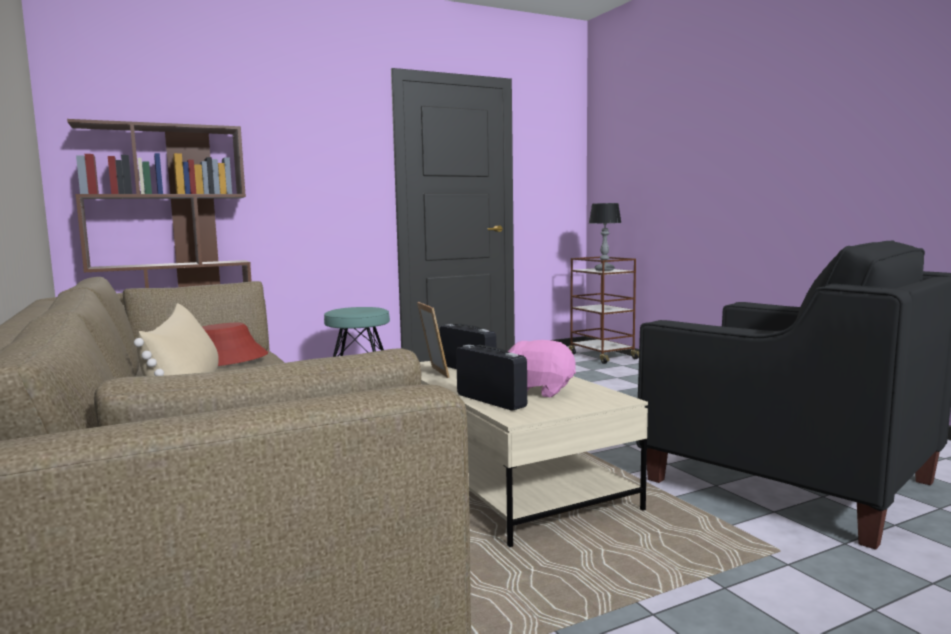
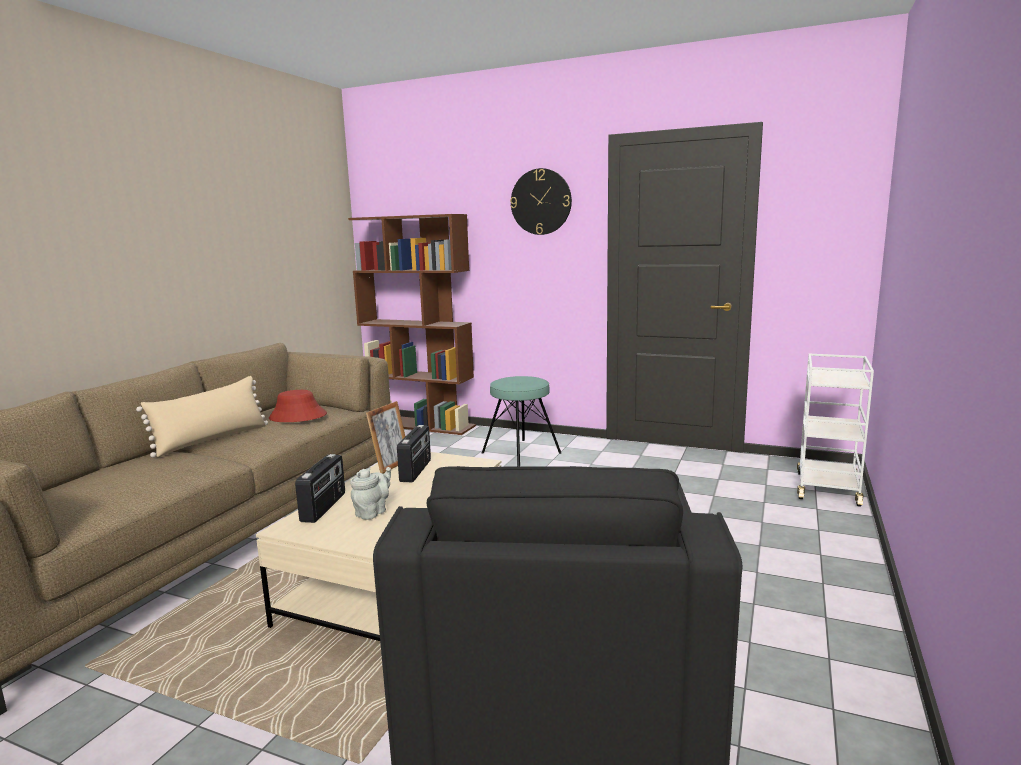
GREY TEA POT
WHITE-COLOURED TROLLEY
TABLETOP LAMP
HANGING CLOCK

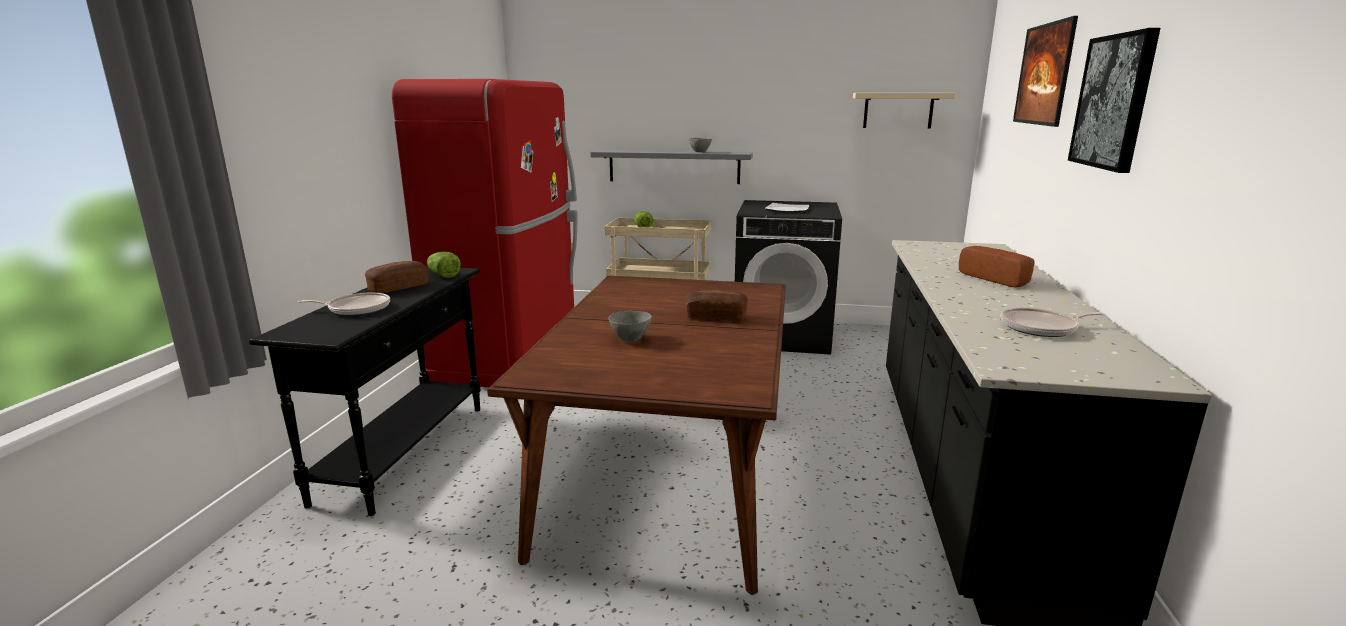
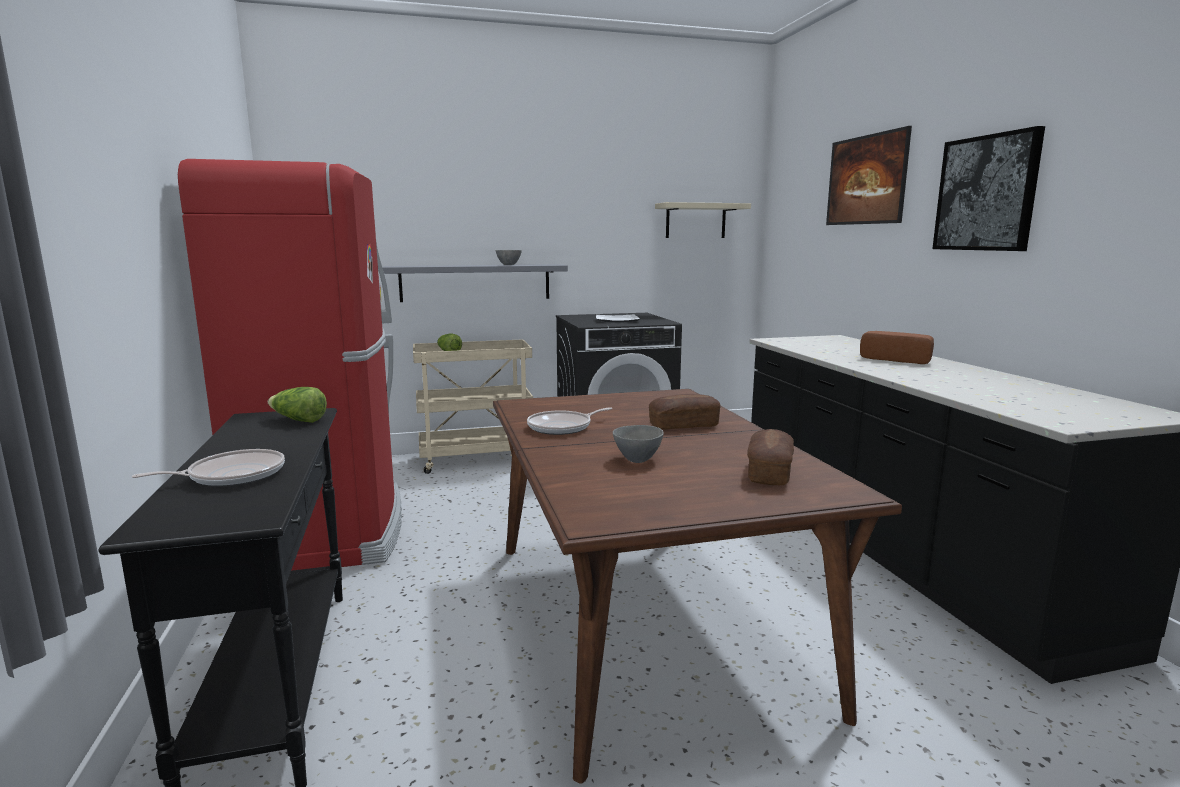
BAKED BREAD (2nd from left)
SKILLET (2nd from left)

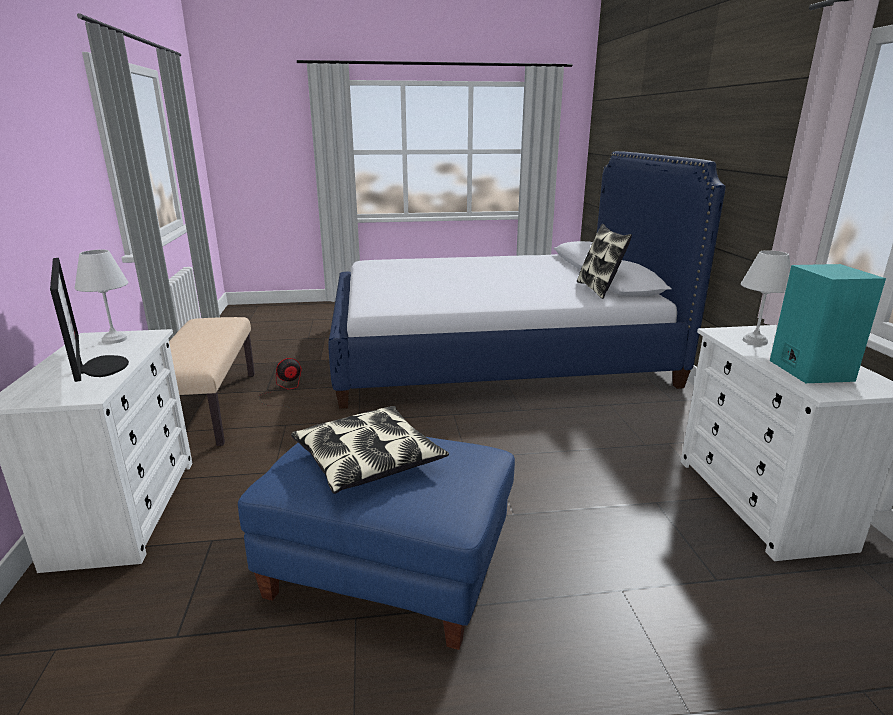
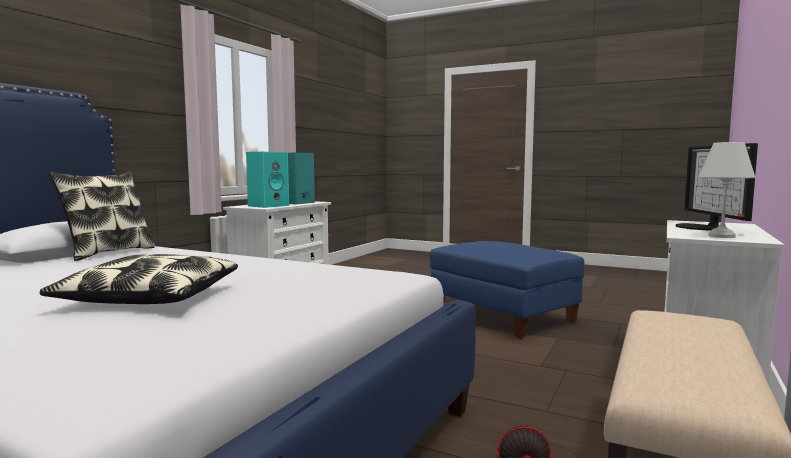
THROW PILLOW (2nd from left)
BLUE-GREEN LOUDSPEAKER (1st from left)

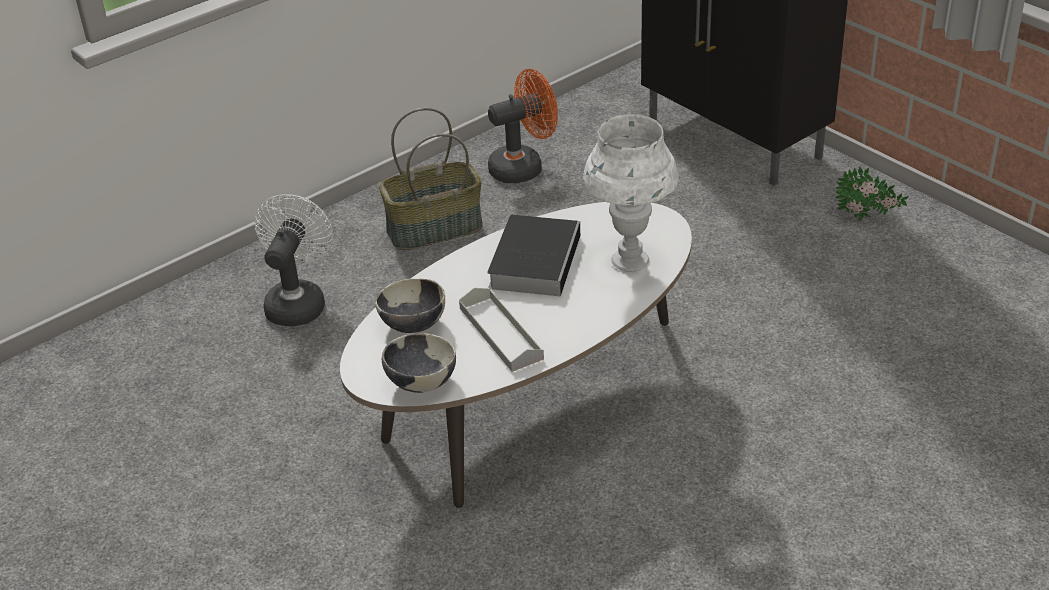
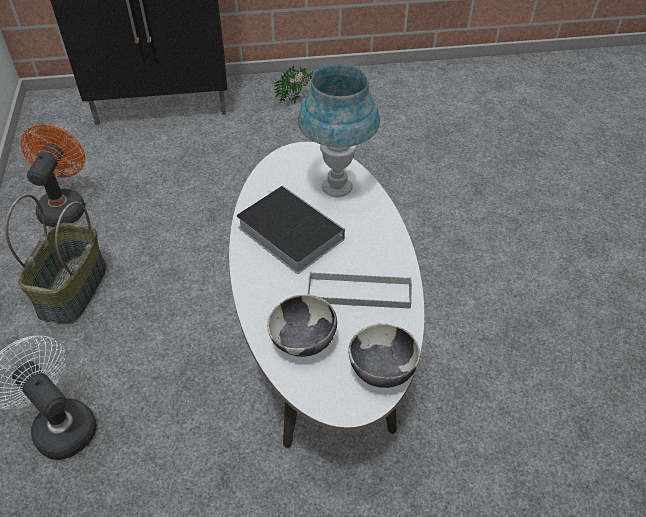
BLUISH TABLETOP LAMP

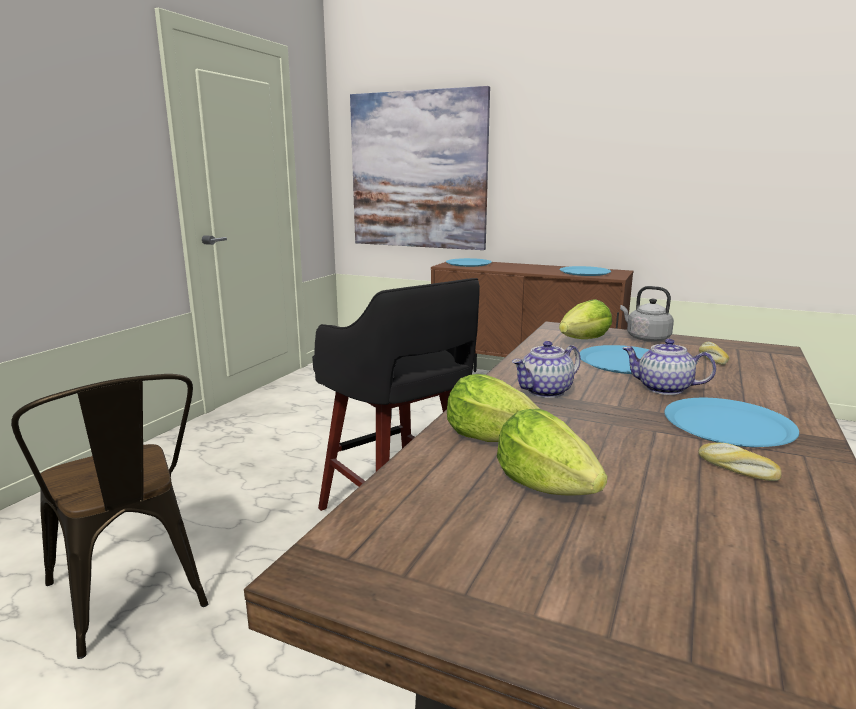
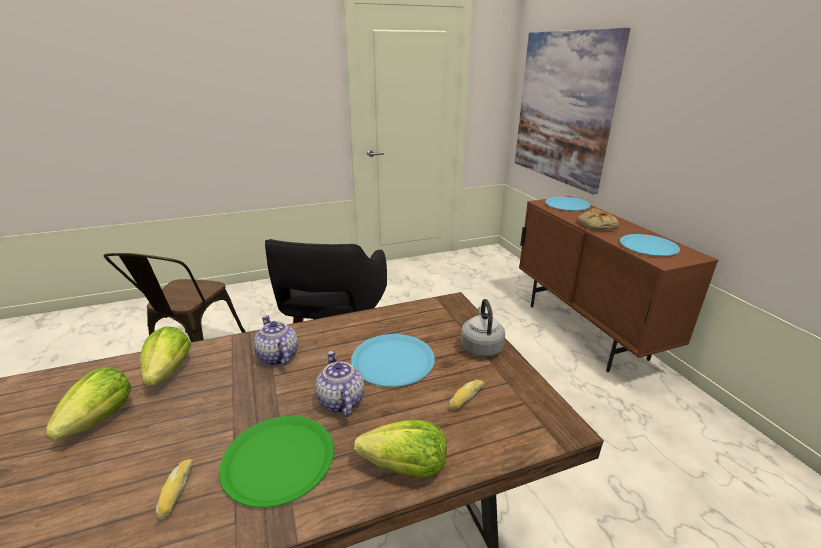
TEA POT (1st from left)
LETTUCE HEAD (3rd from left)
GREEN-COLOURED PLATE
BAKED BREAD (3rd from left)

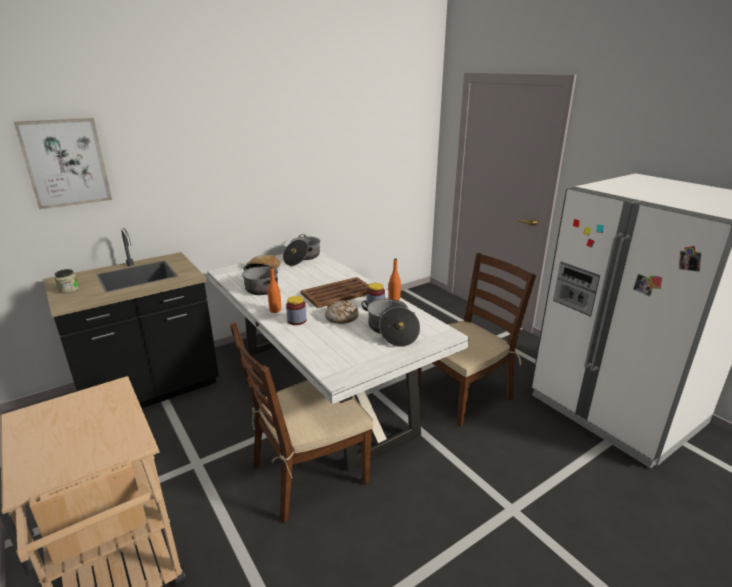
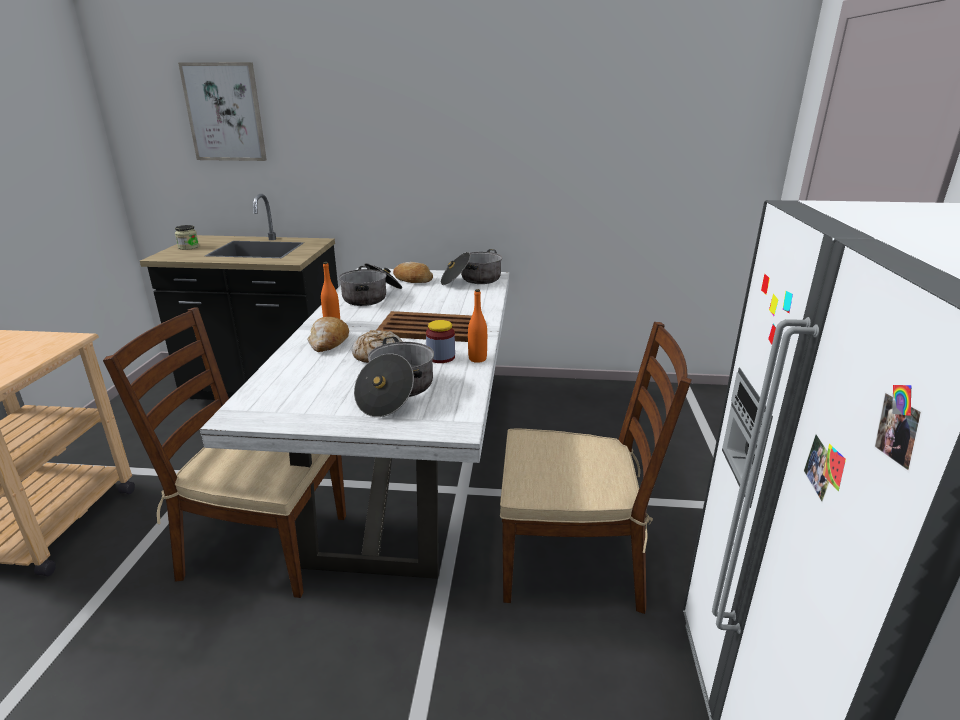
BAKED BREAD (1st from left)

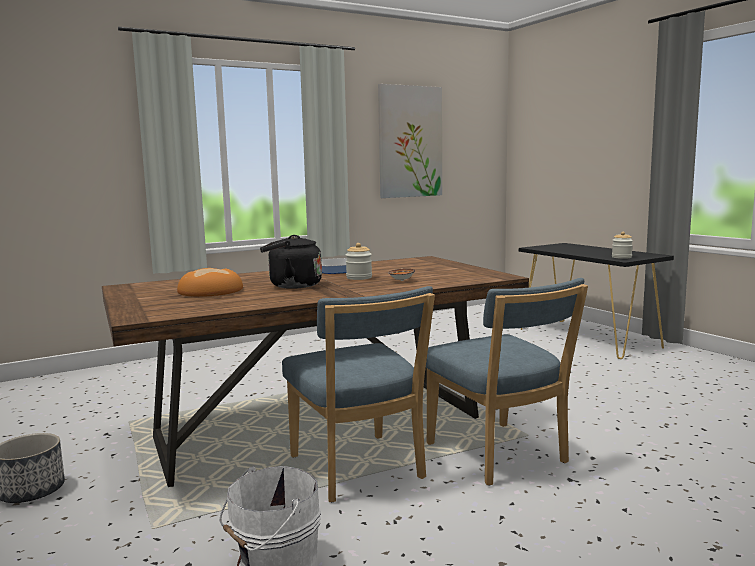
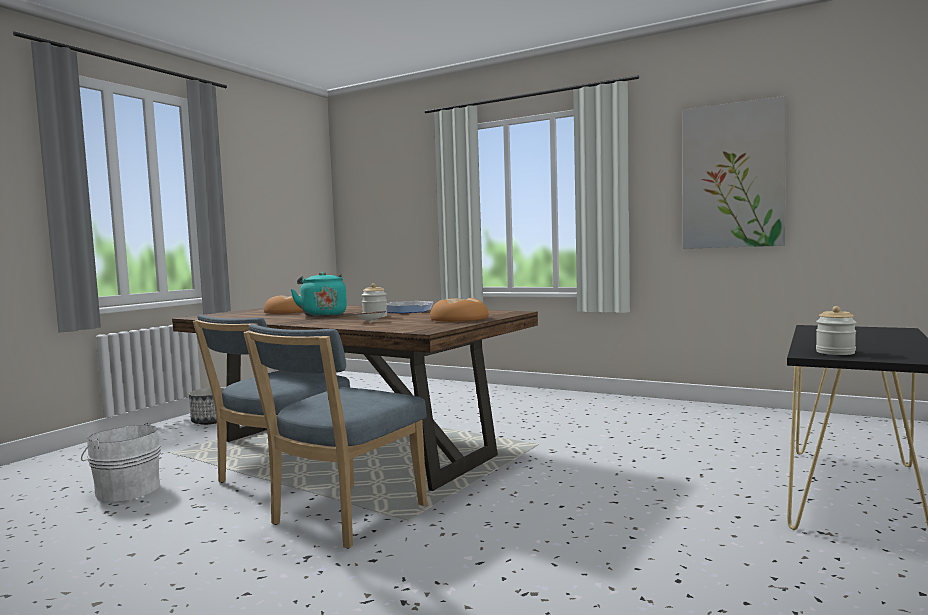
BLUE-GREEN WATER KETTLE
BAKED BREAD (2nd from left)

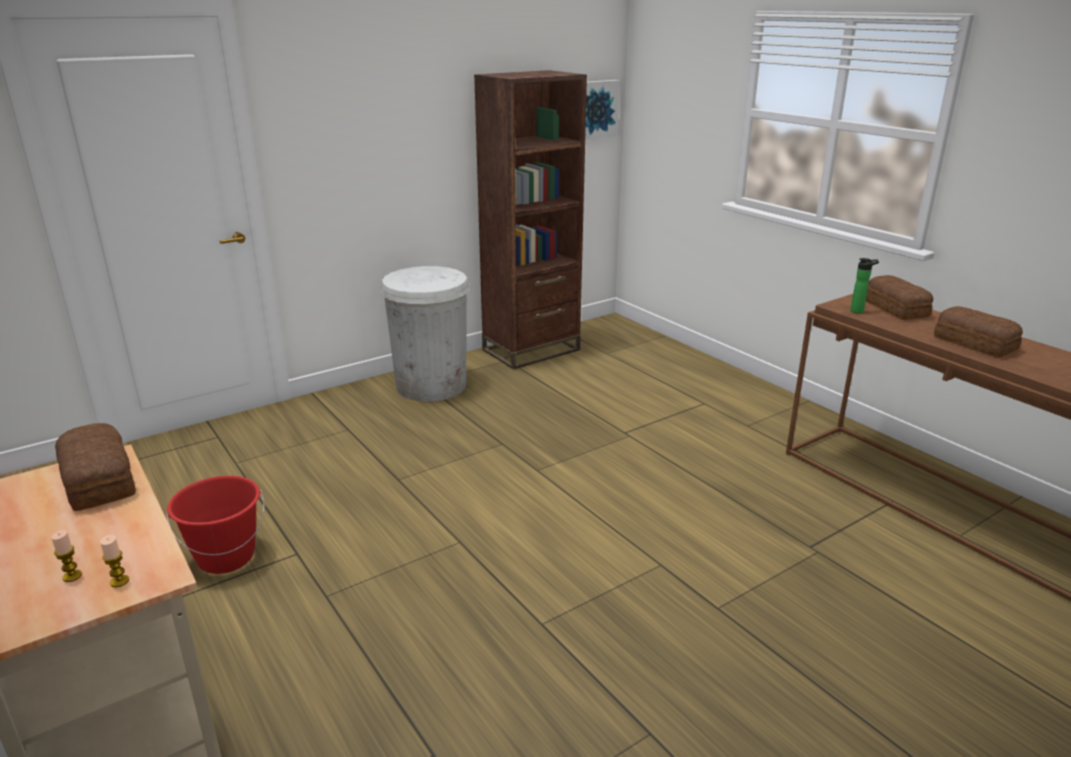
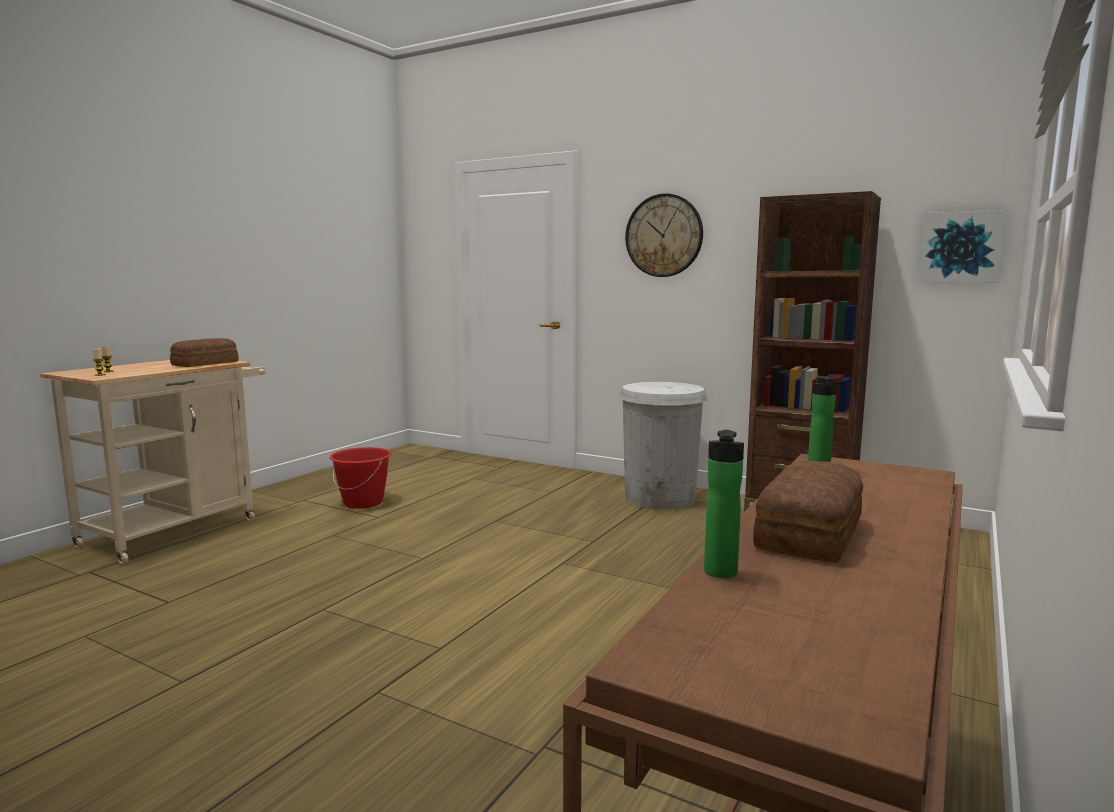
BAKED BREAD (2nd from left in the first image)
HANGING CLOCK
BEVERAGE BOTTLE (1st from left)

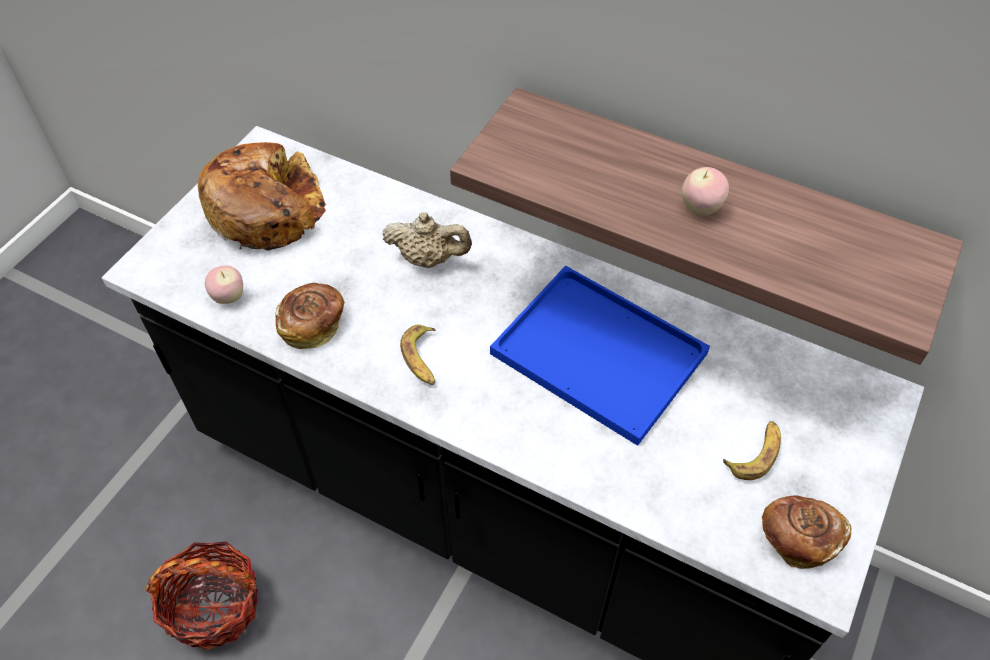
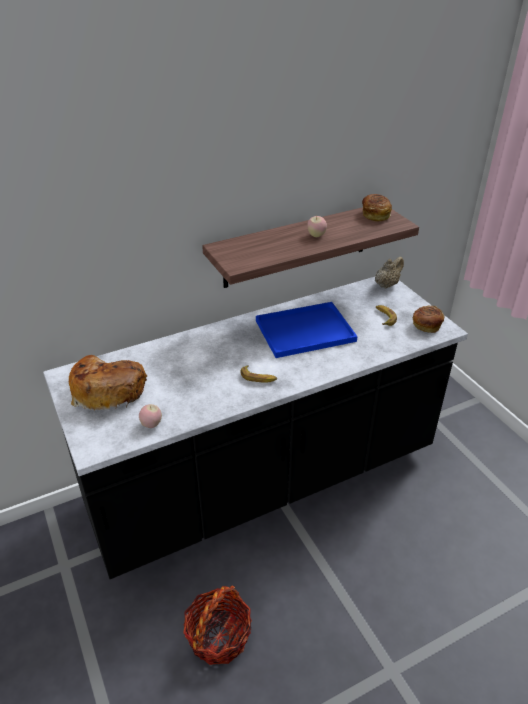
BAKED BREAD (2nd from left)
BEIGE TEA POT

